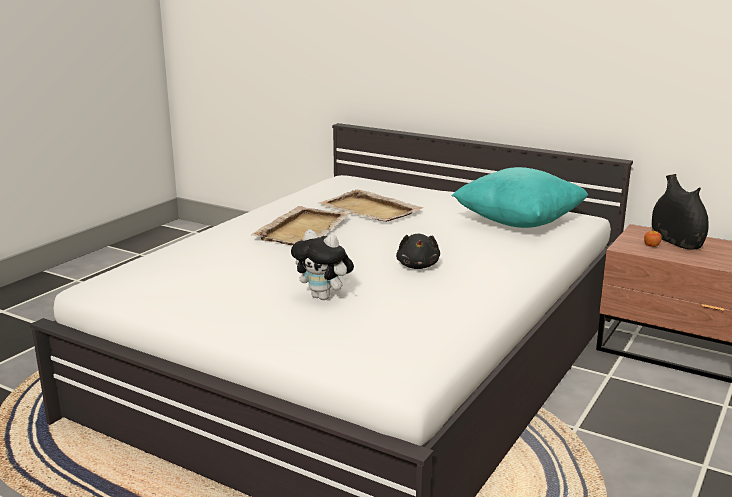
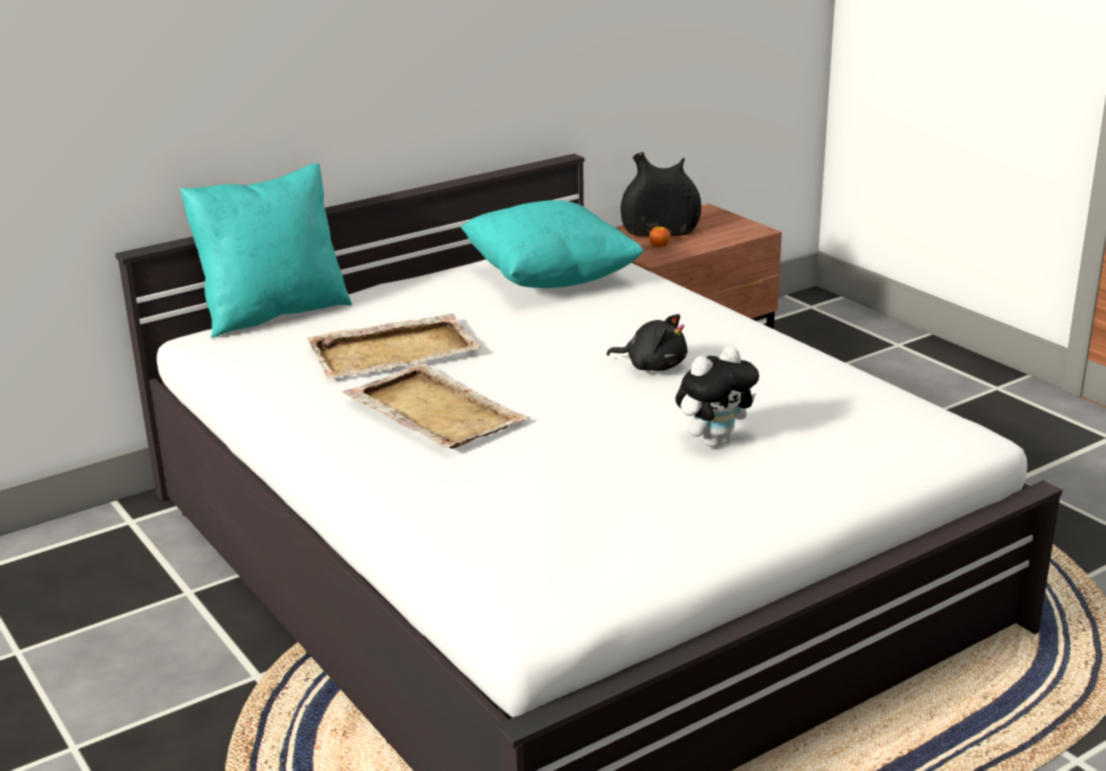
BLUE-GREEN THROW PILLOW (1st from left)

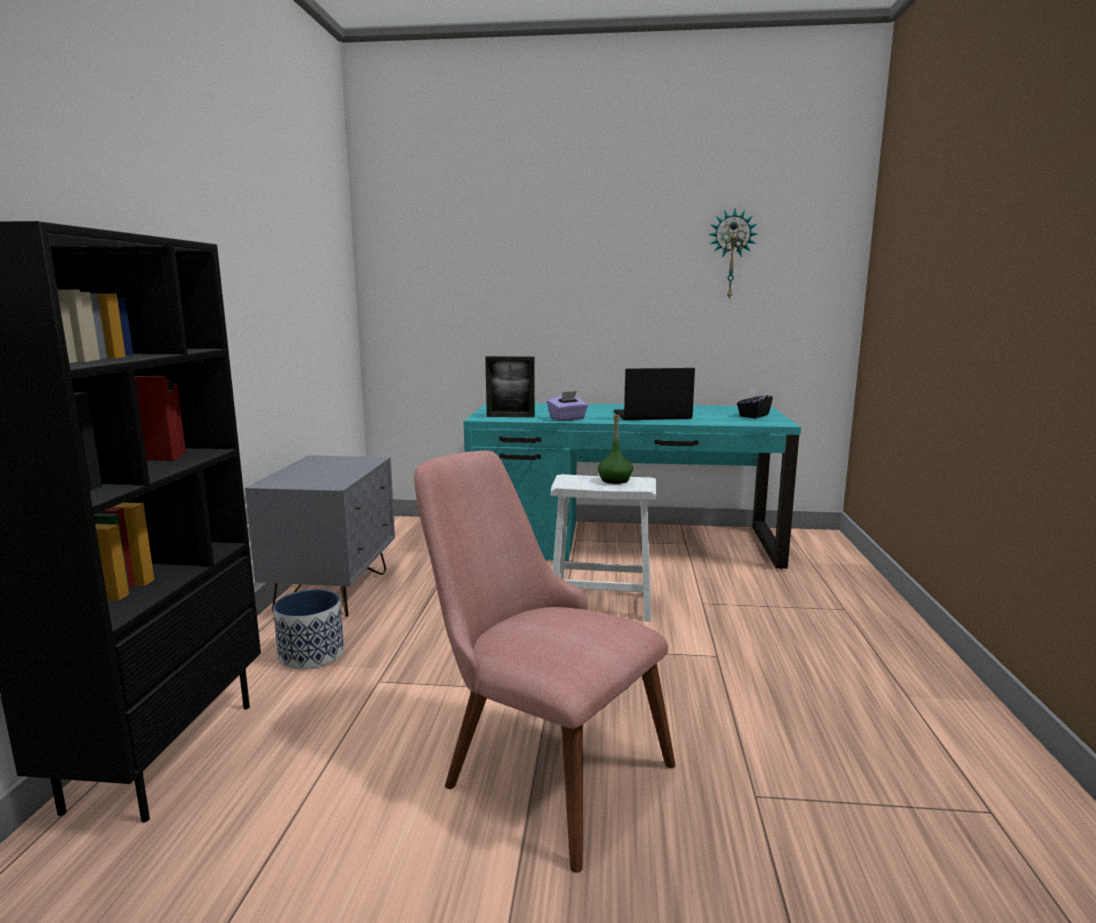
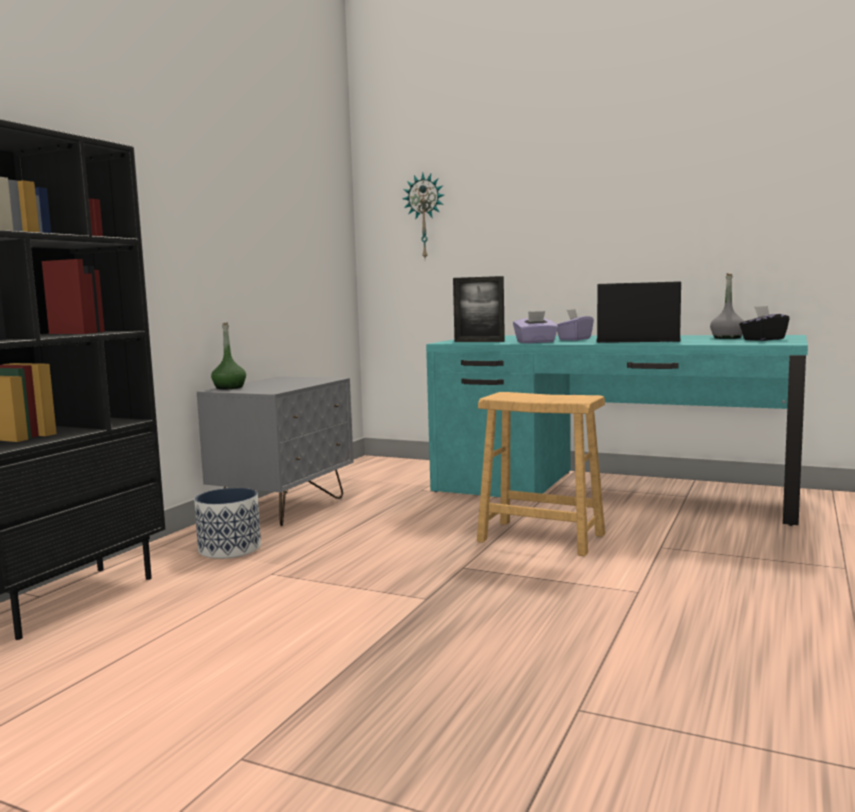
PINK CHAIR
BROWN-COLOURED SITTING STOOL
GREEN-COLOURED BEVERAGE BOTTLE
HANGING CLOCK
PURPLISH TISSUE HOLDER (2nd from left)
GREY BEVERAGE BOTTLE

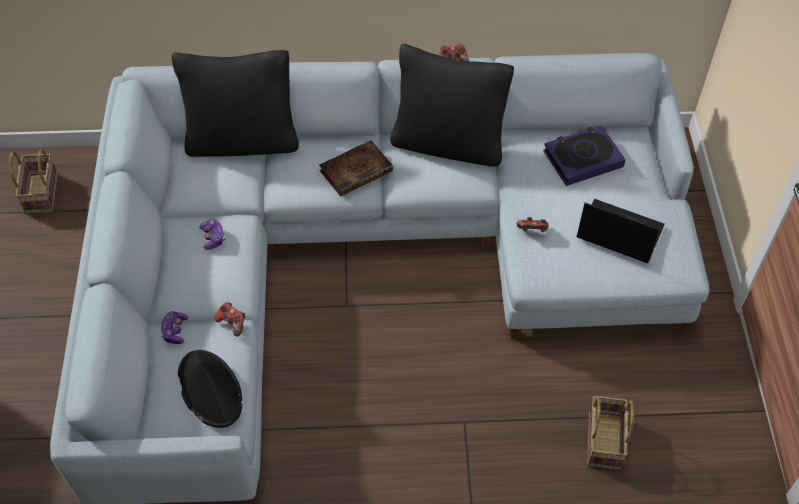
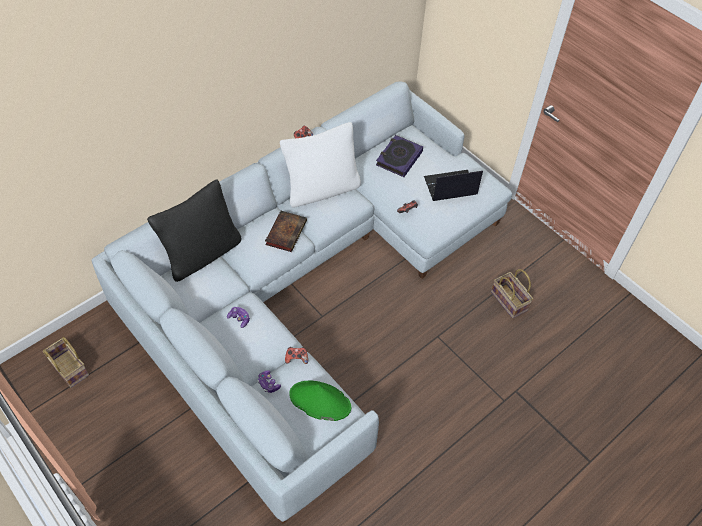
GREEN-COLOURED WEARABLE HAT
WHITE-COLOURED THROW PILLOW

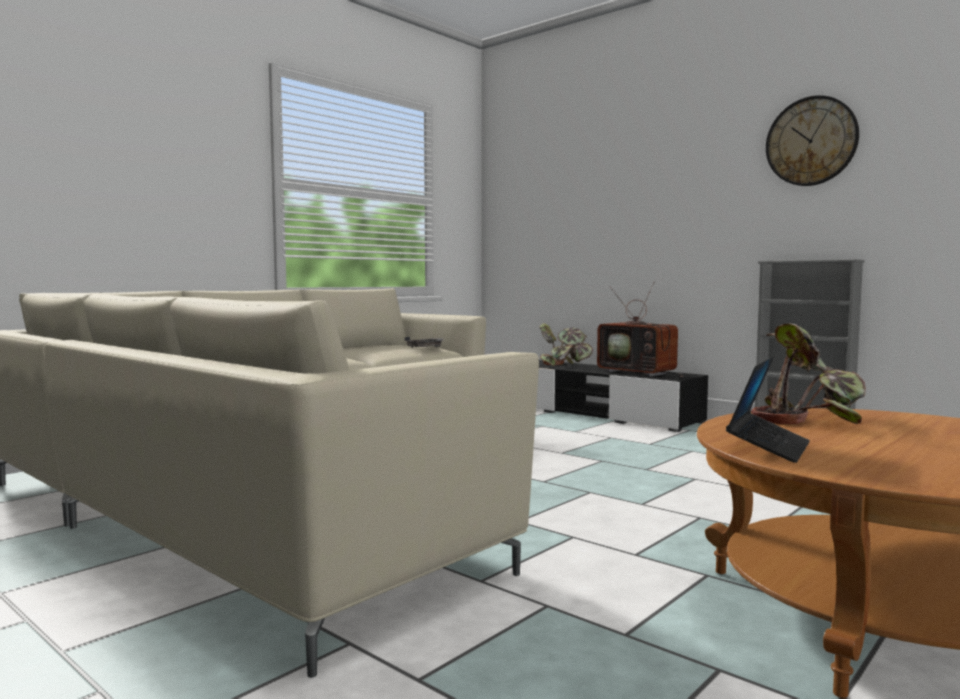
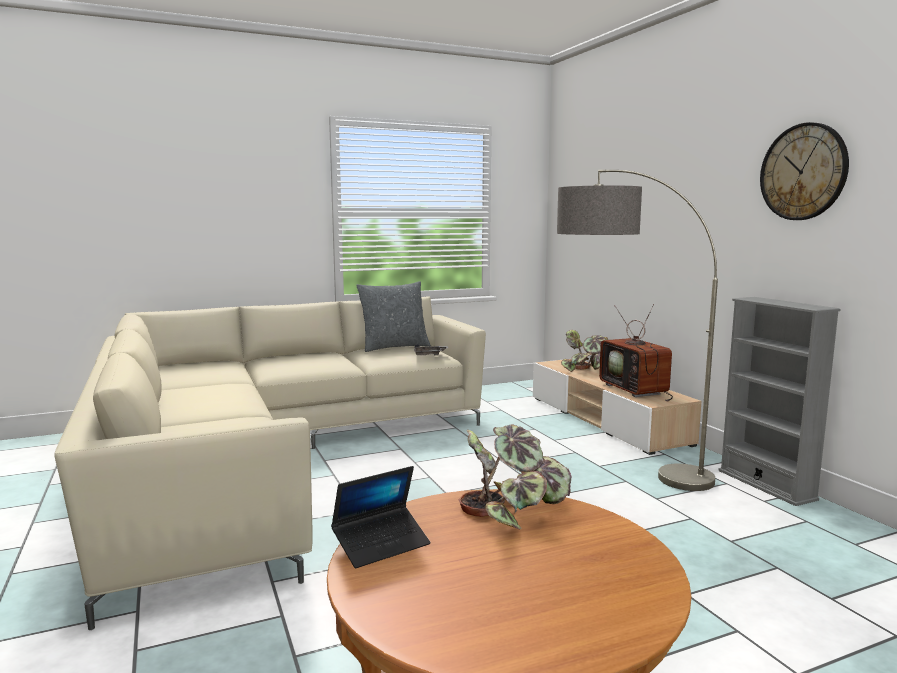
BEIGE TV STAND
GREY THROW PILLOW
FLOOR LAMP

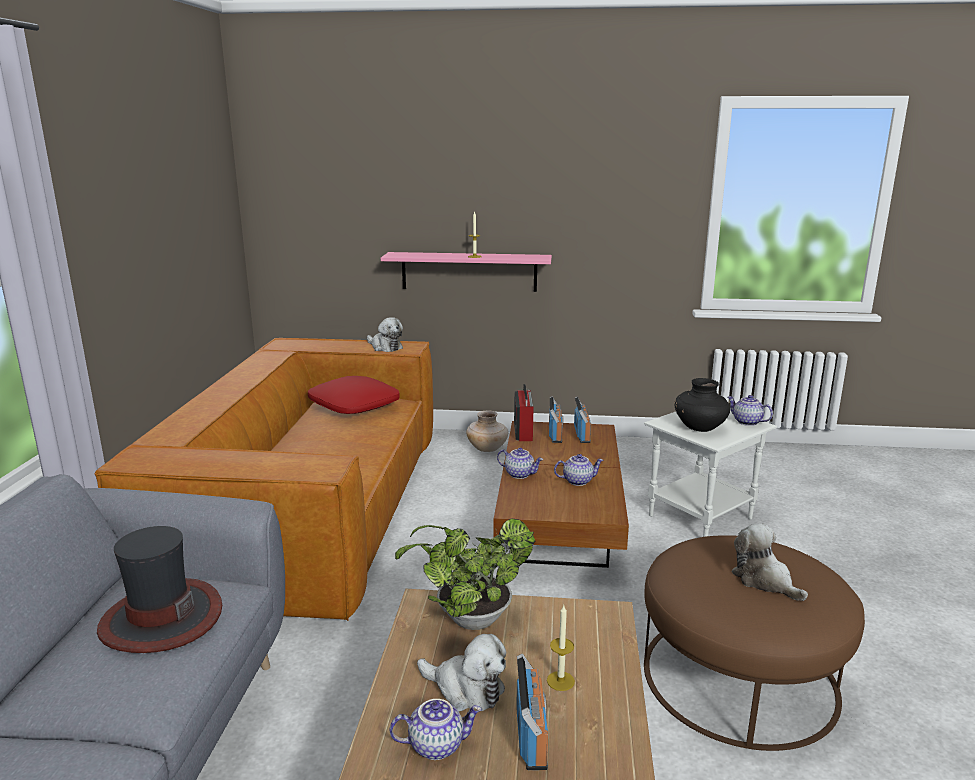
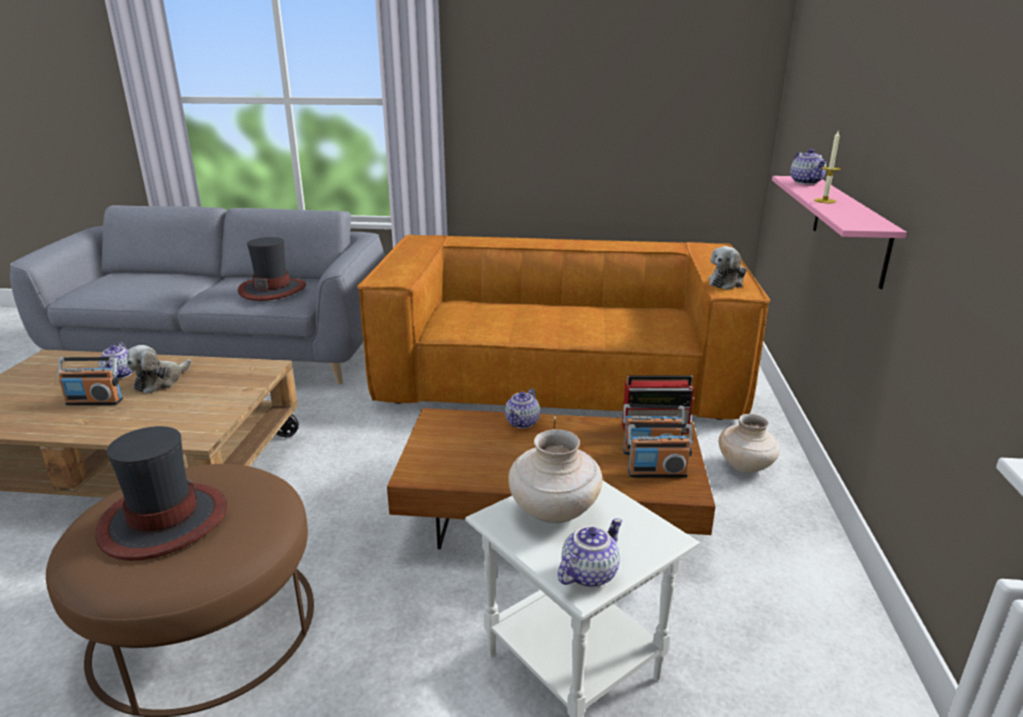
RED THROW PILLOW
PLANT IN A POT
CANDLE (2nd from left in the first image)
TEA POT (4th from left)
BEIGE DECORATIVE VASE (1st from left)
WEARABLE HAT (1st from left)

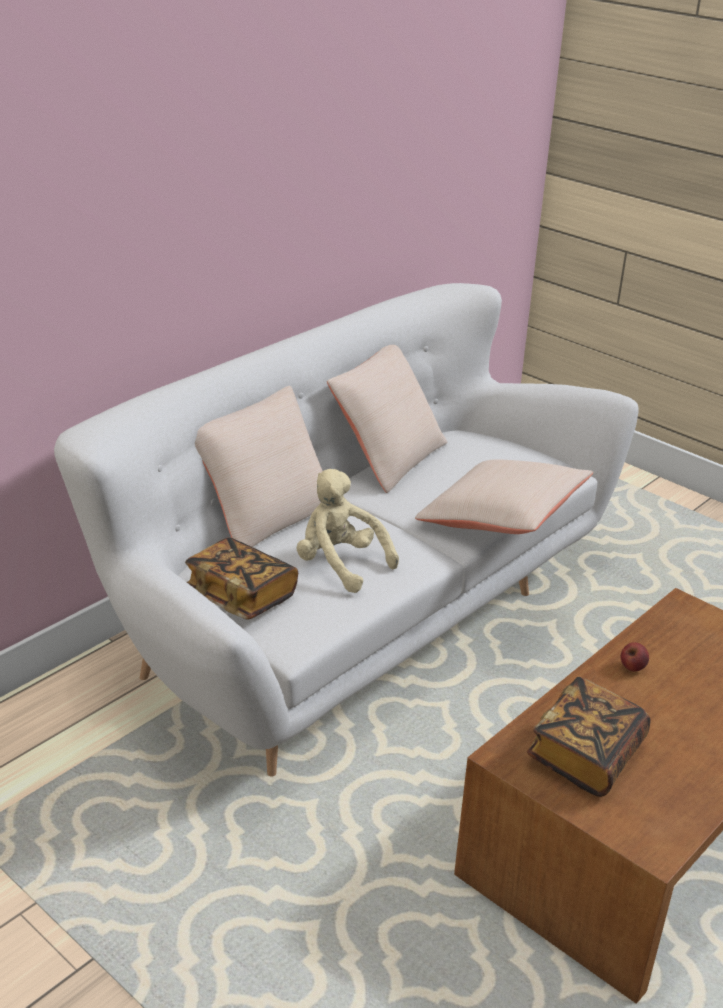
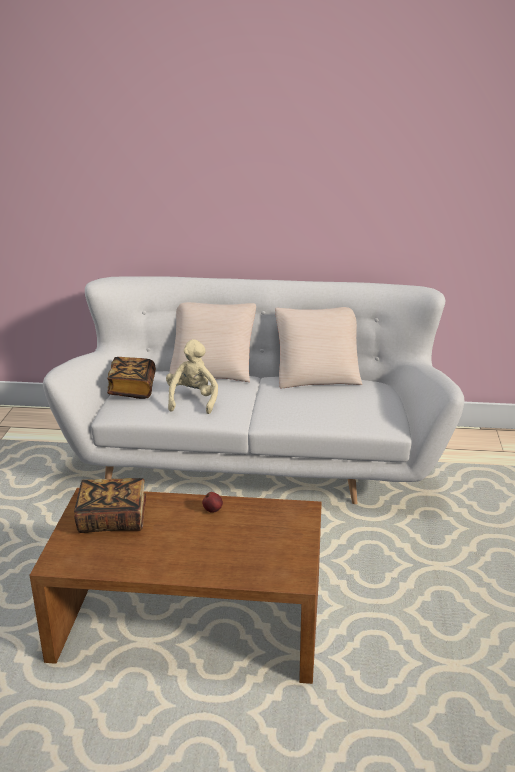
BEIGE THROW PILLOW (3rd from left in the first image)

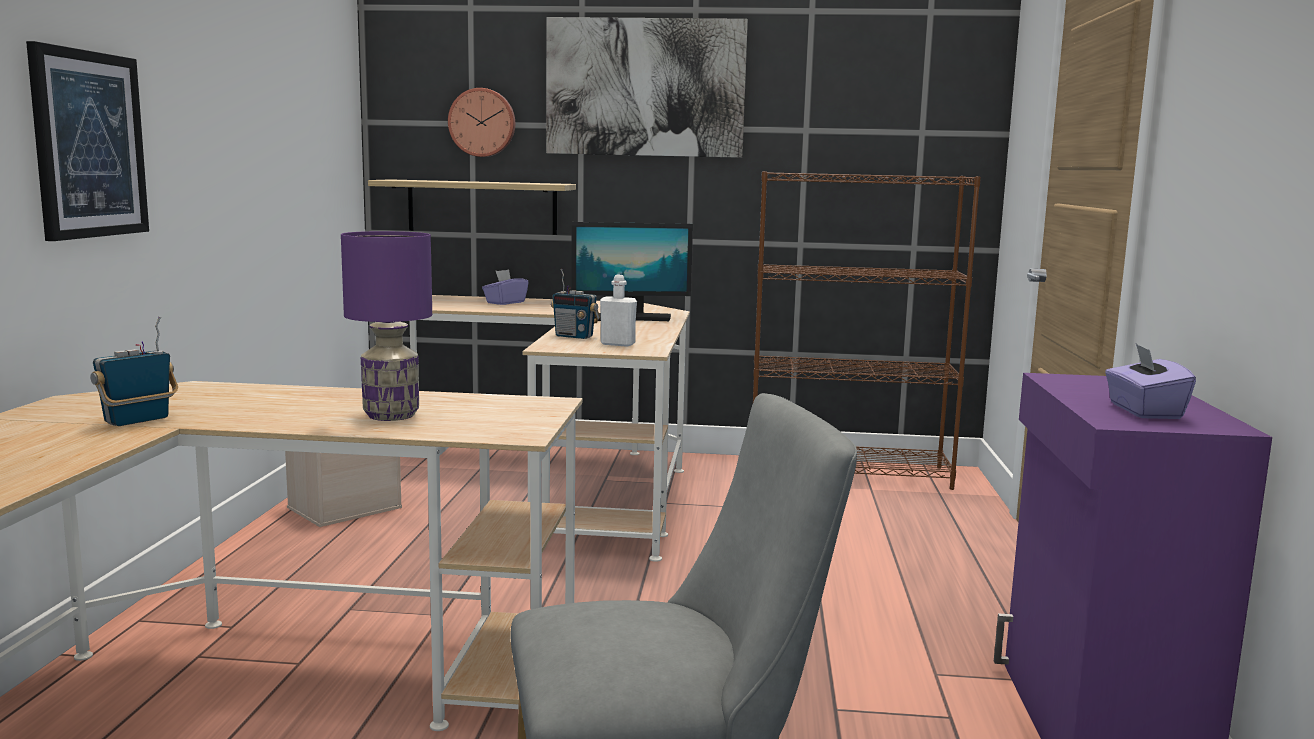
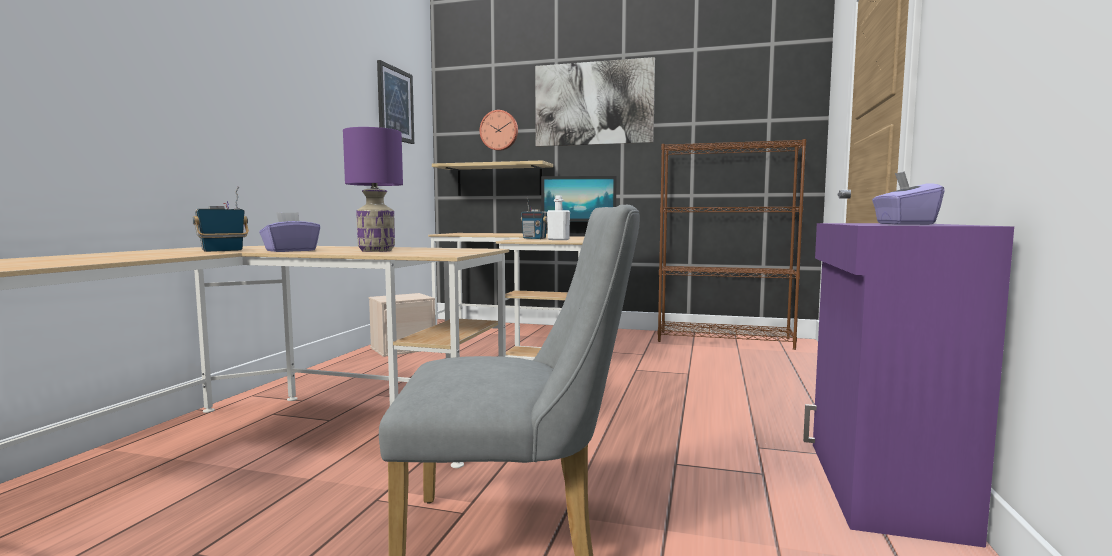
WALL PICTURE (1st from left)
PURPLISH TISSUE HOLDER (1st from left)

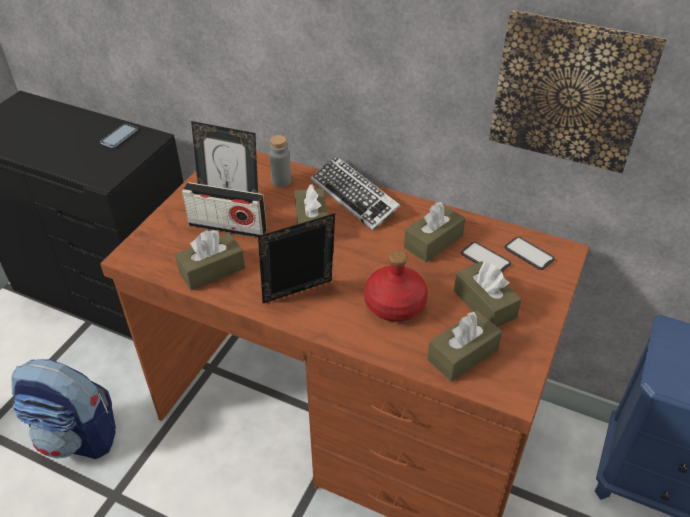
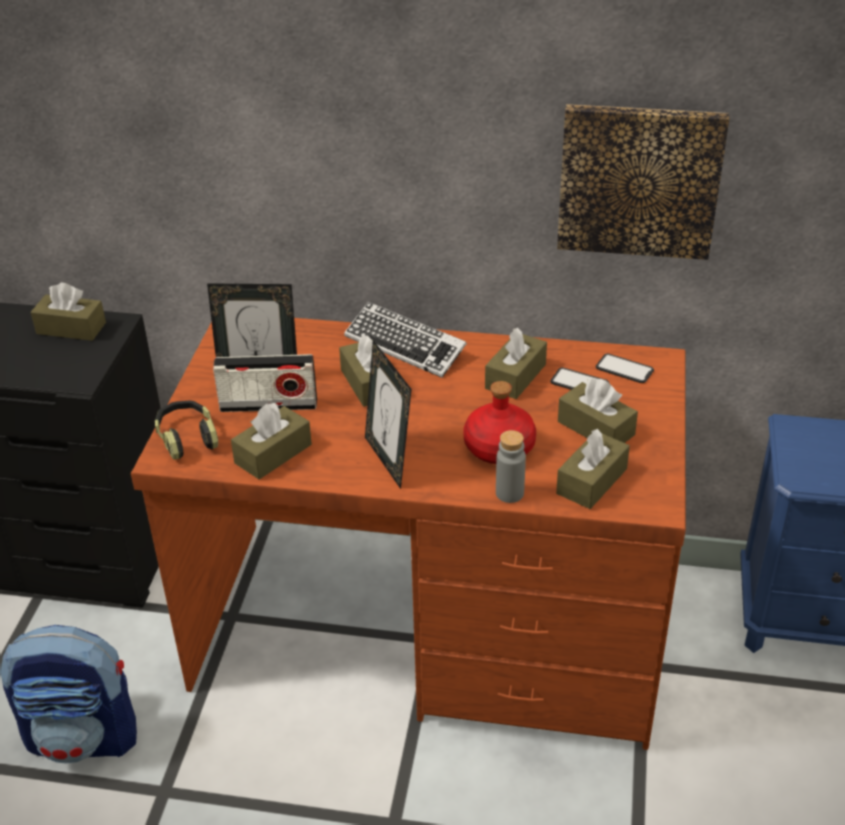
BROWN-COLOURED TISSUE HOLDER (1st from left)
PHOTO FRAME (2nd from left)
GREY BEVERAGE BOTTLE
HEADSET

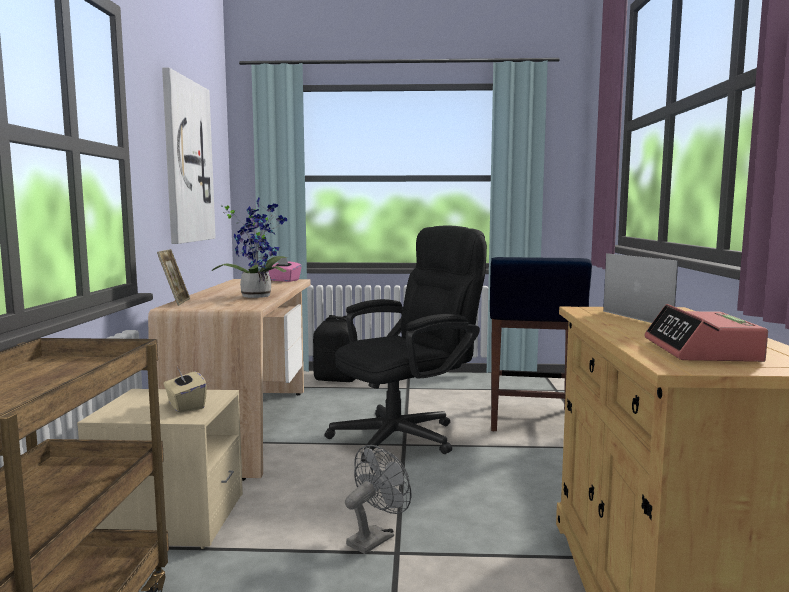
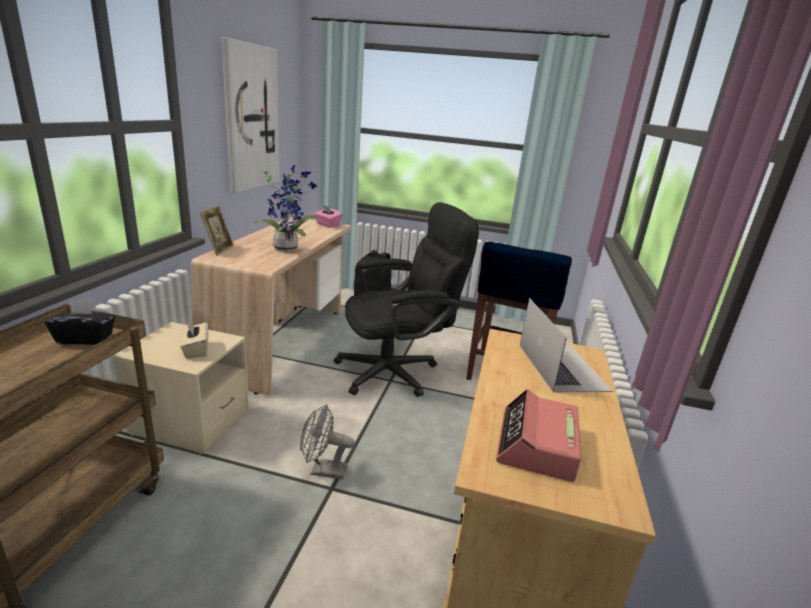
GREY COOLING FAN
BLACKISH TISSUE HOLDER

